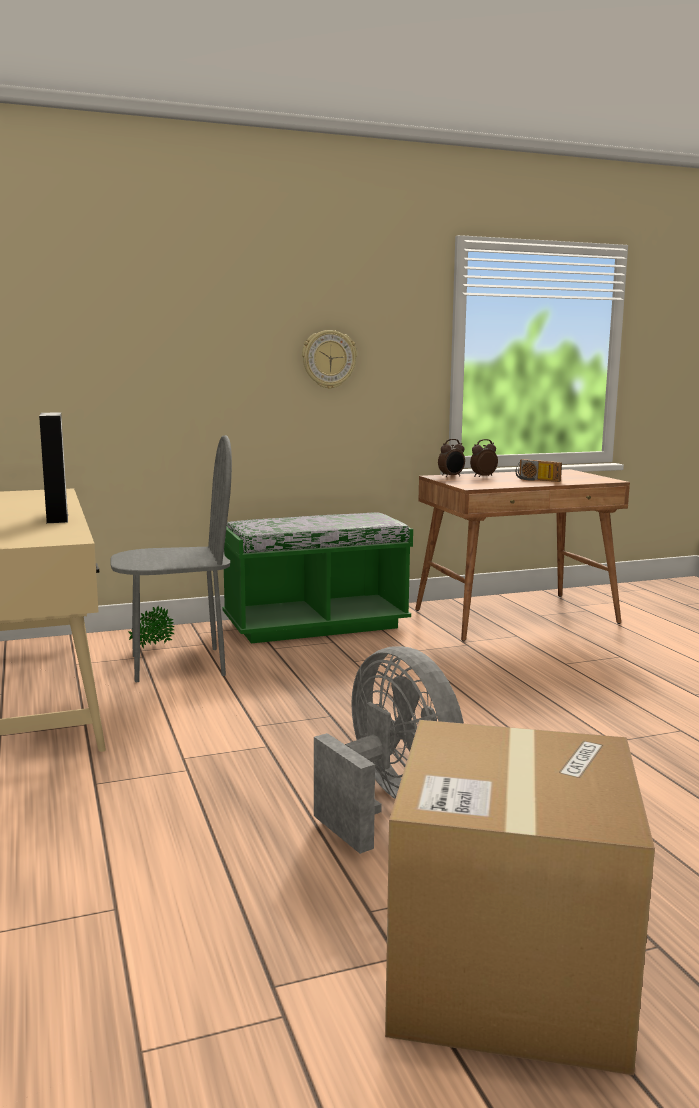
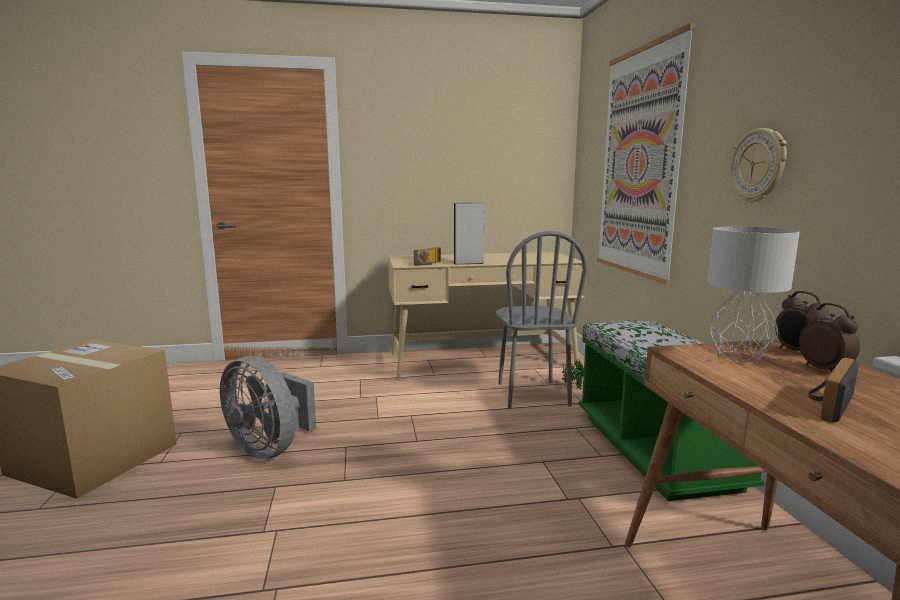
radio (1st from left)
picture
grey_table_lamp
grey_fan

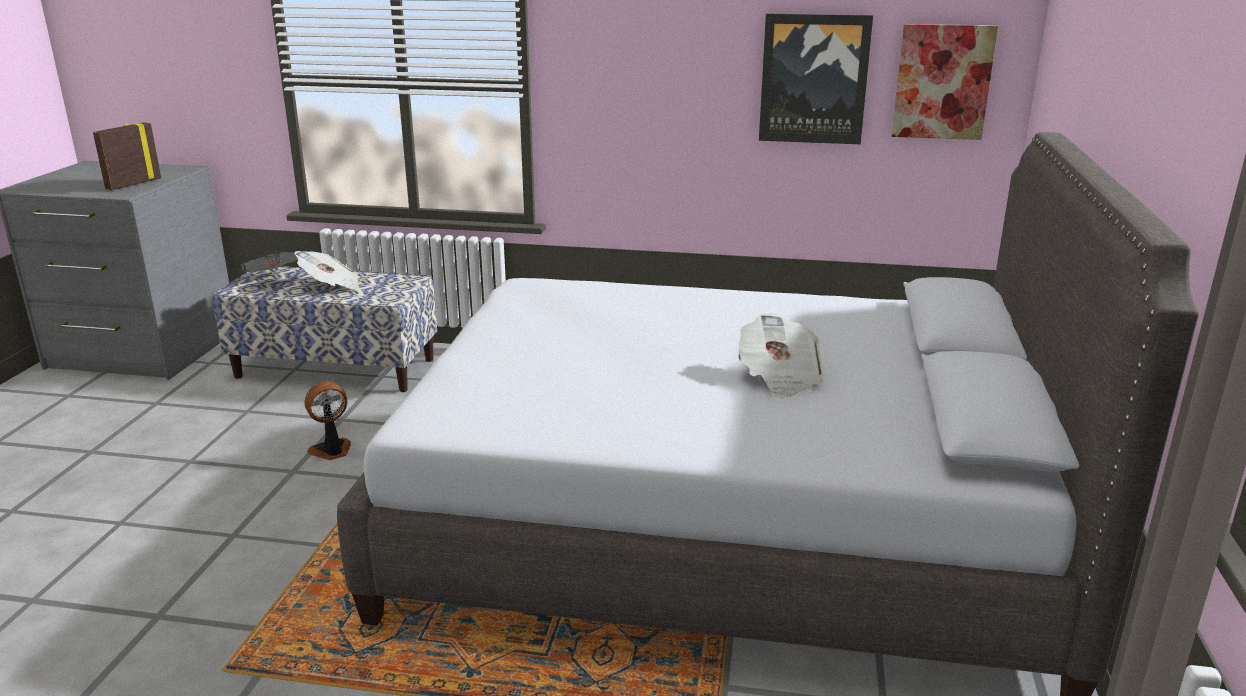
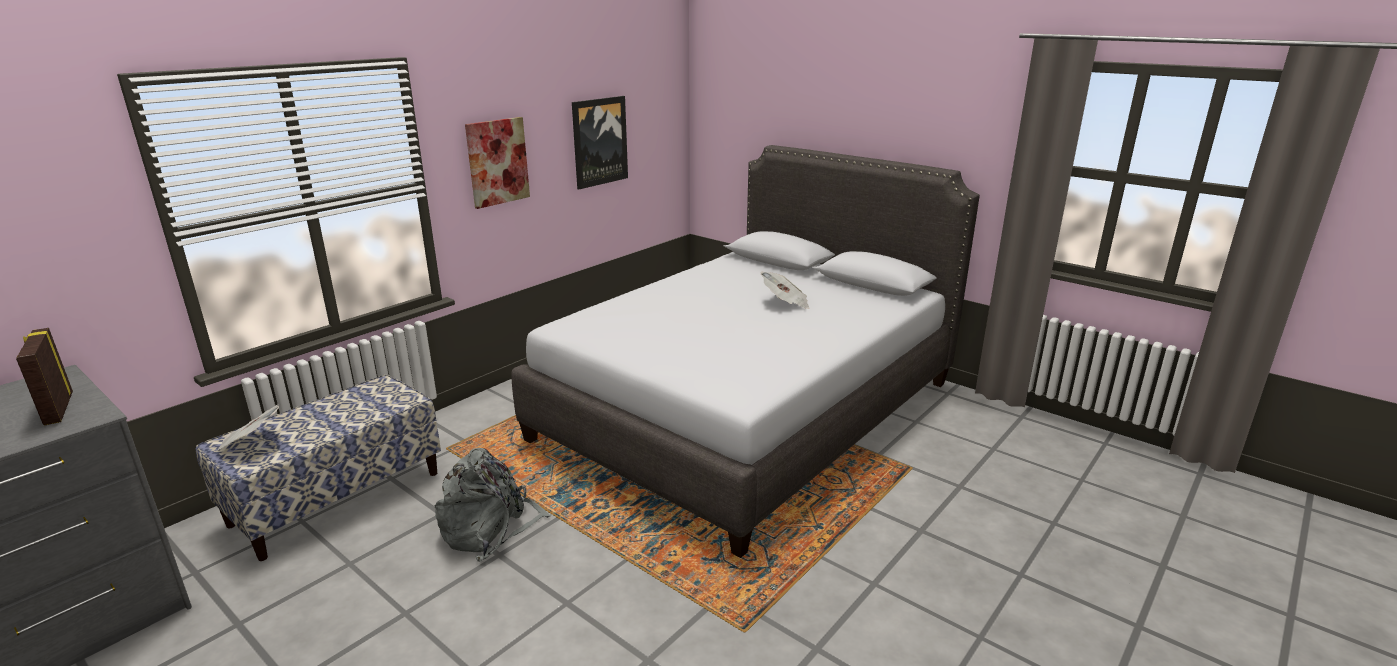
newspaper (2nd from left in the first image)
picture (1st from left)
grey_backpack

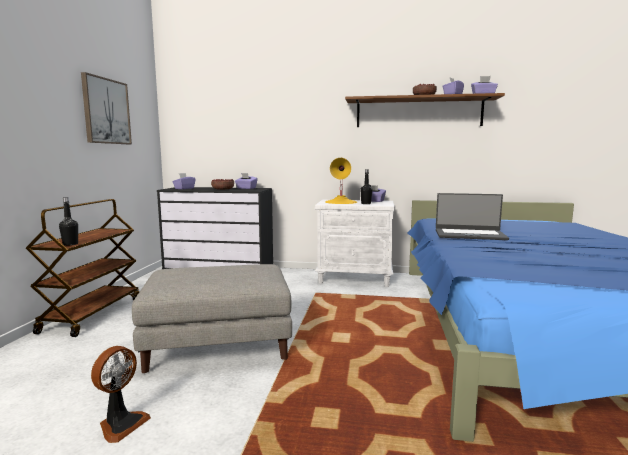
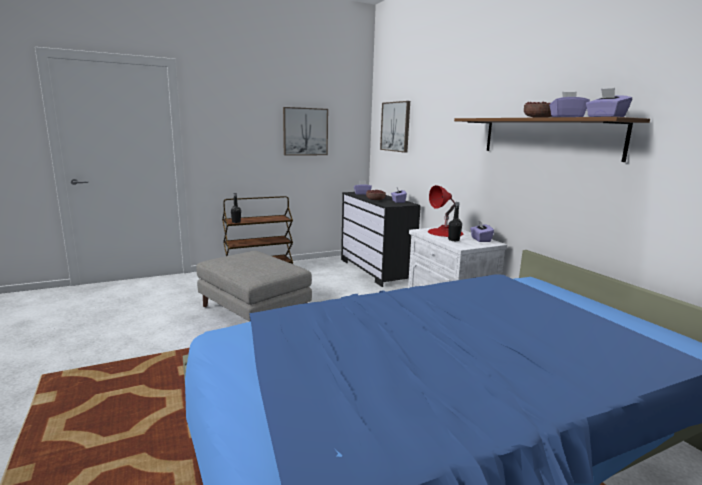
fan
laptop
picture (2nd from left)
red_table_lamp

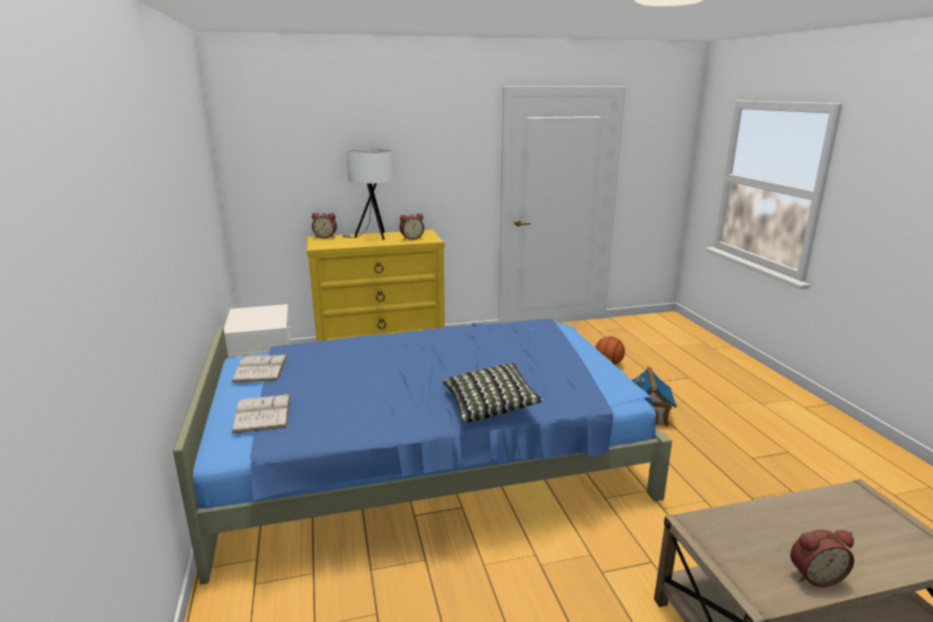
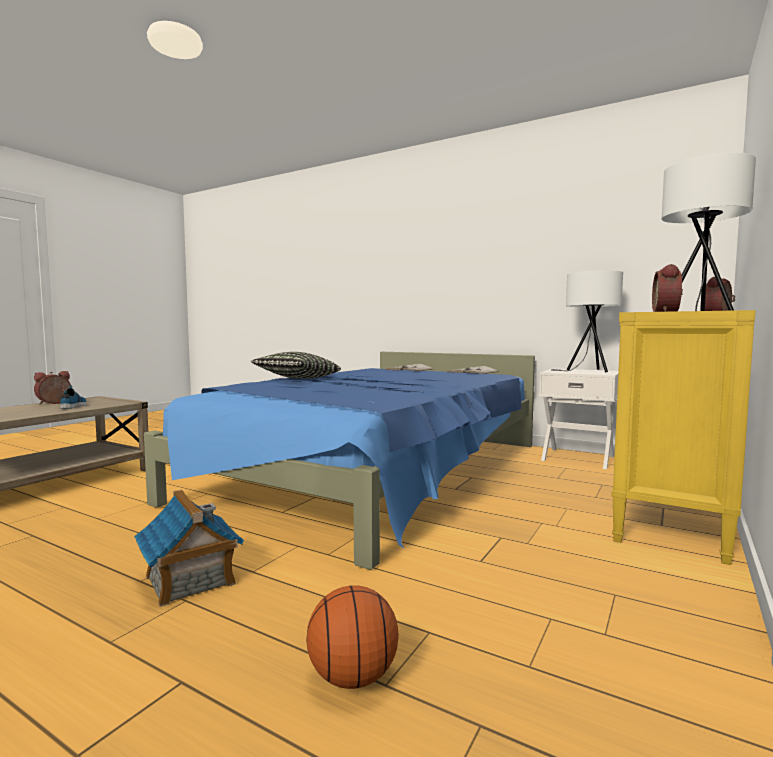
shoe
white_table_lamp (1st from left)

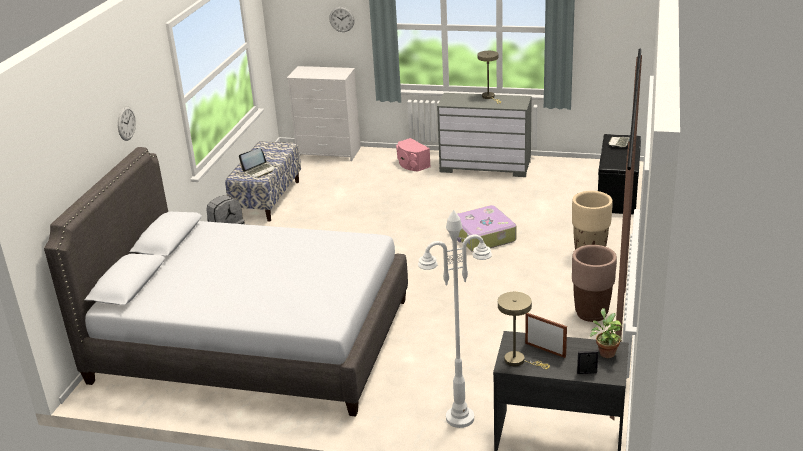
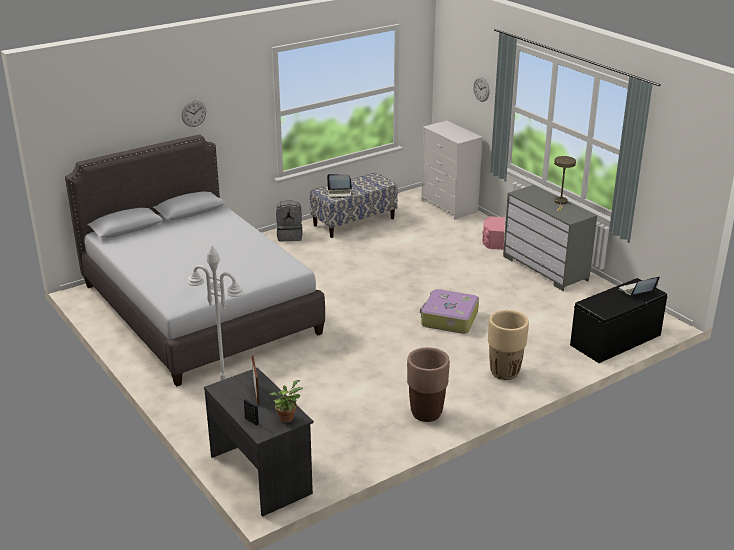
beige_table_lamp (2nd from left in the first image)

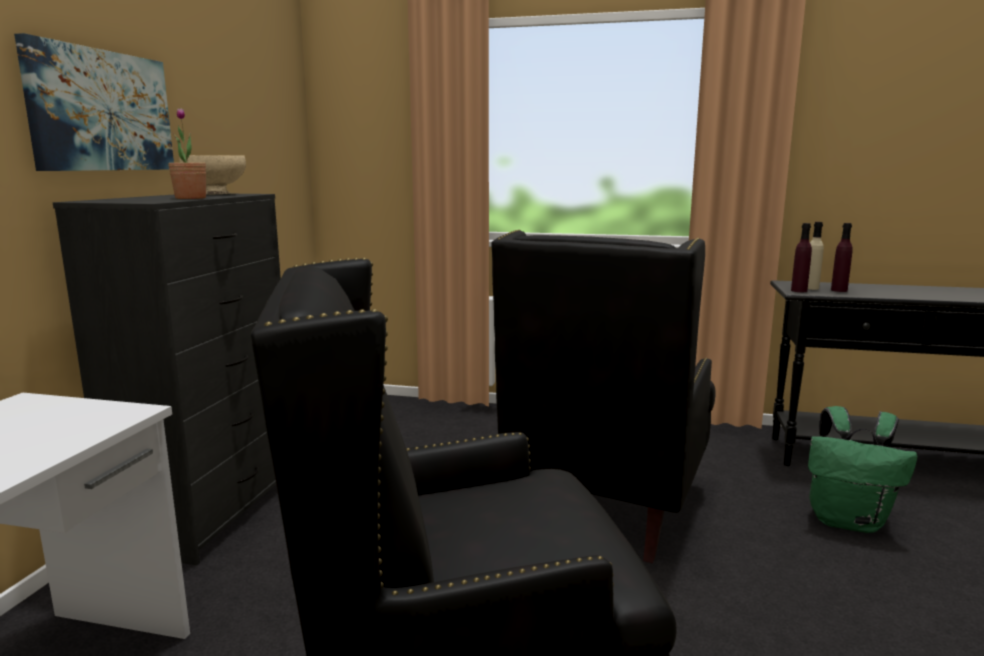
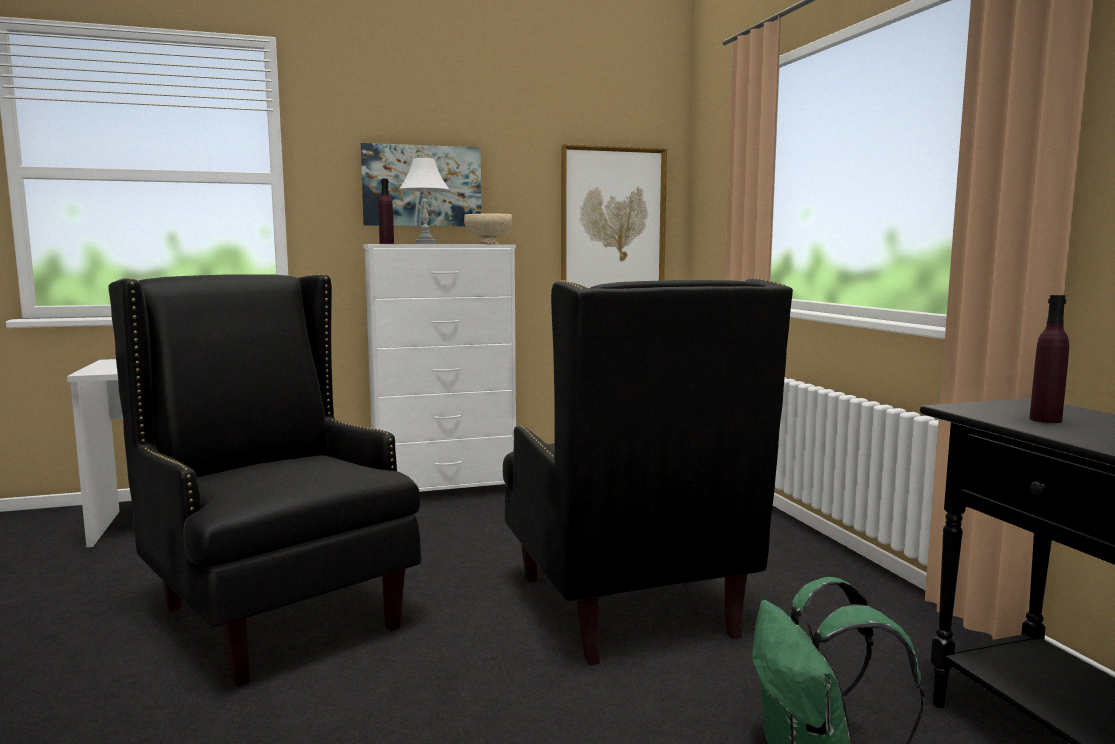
beige_bottle
picture (2nd from left)
purple_bottle (1st from left)
white_table_lamp
white_dresser
black_armchair (2nd from left)

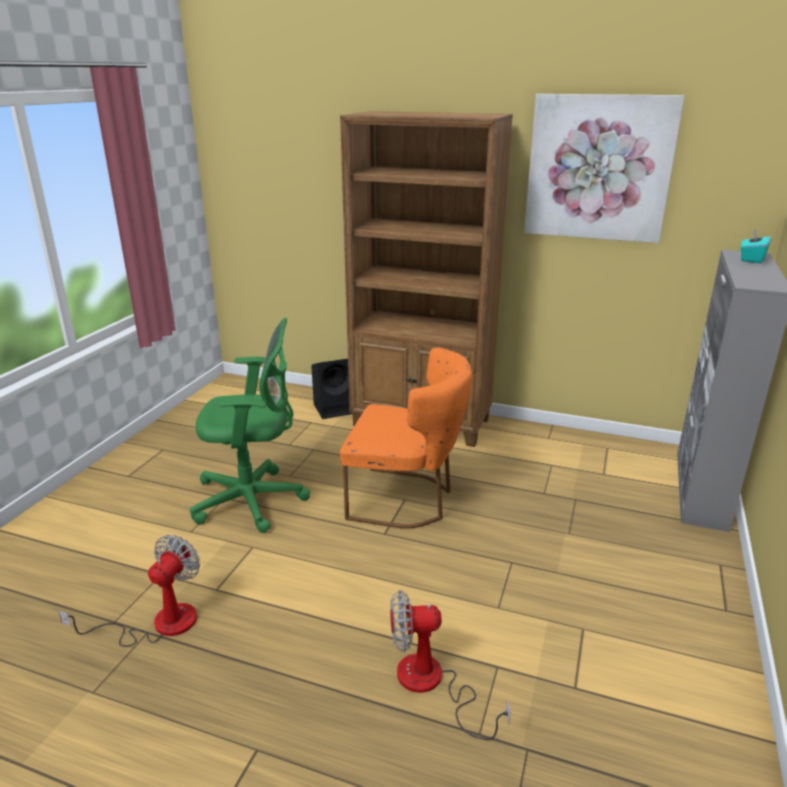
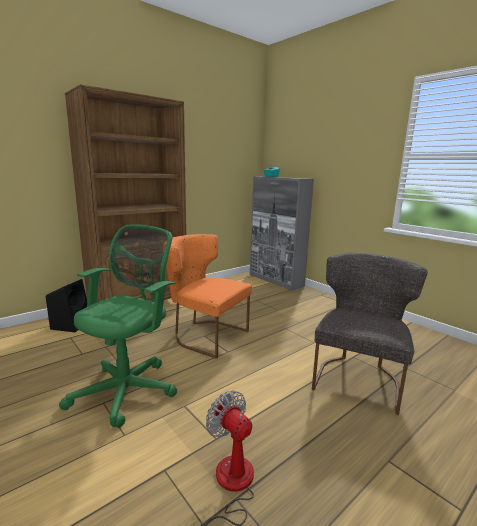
picture
grey_chair
orange_chair

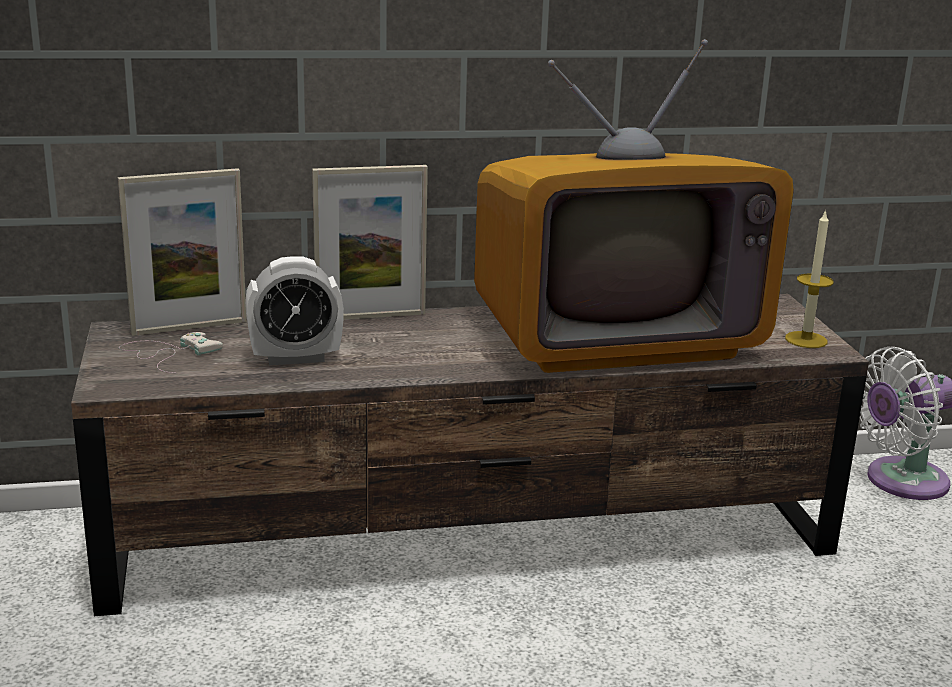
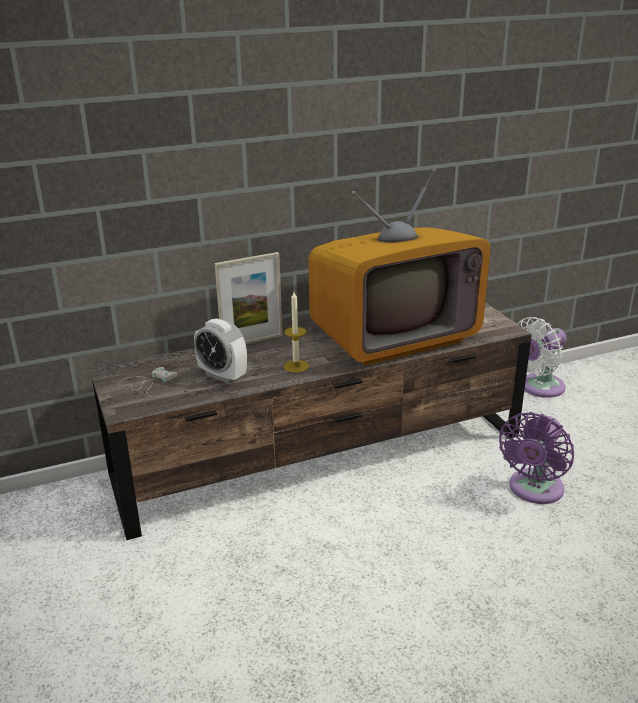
picture_frame (1st from left in the first image)
purple_fan
candle
alarm_clock

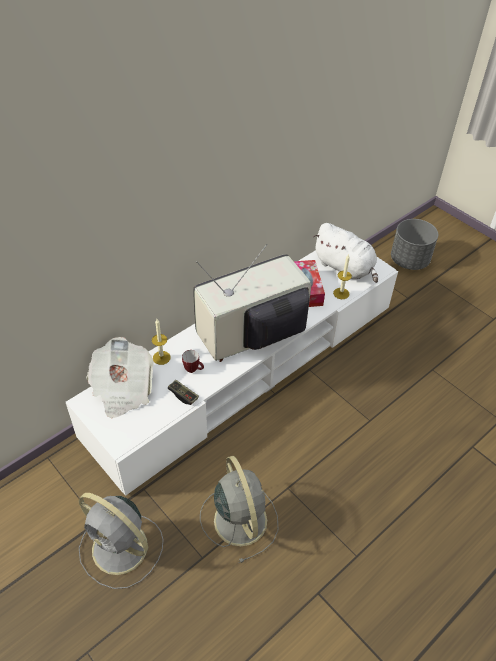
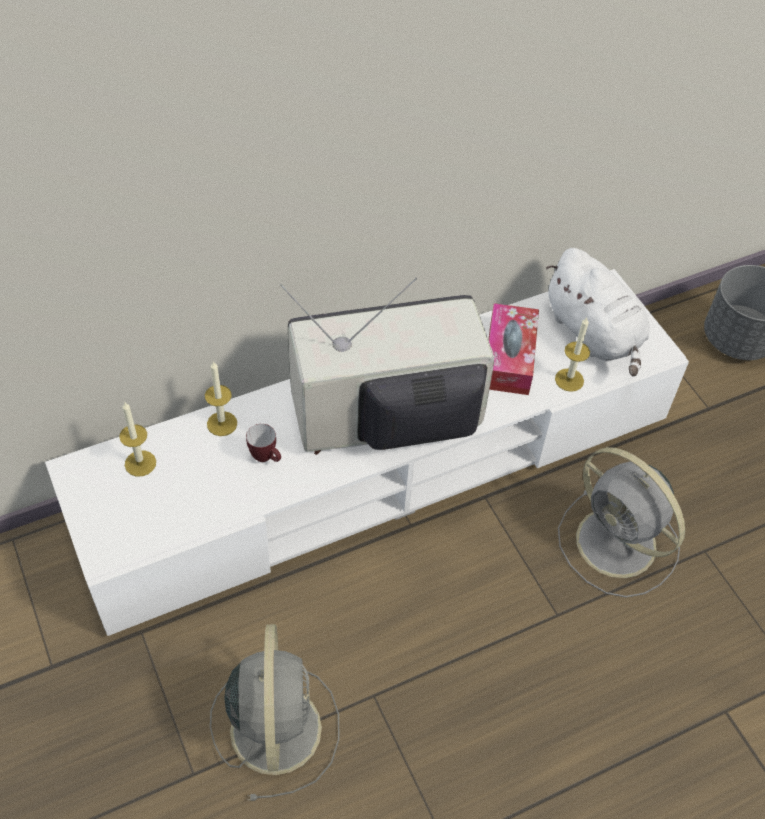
game_controller
grey_fan (2nd from left)
candle (1st from left)

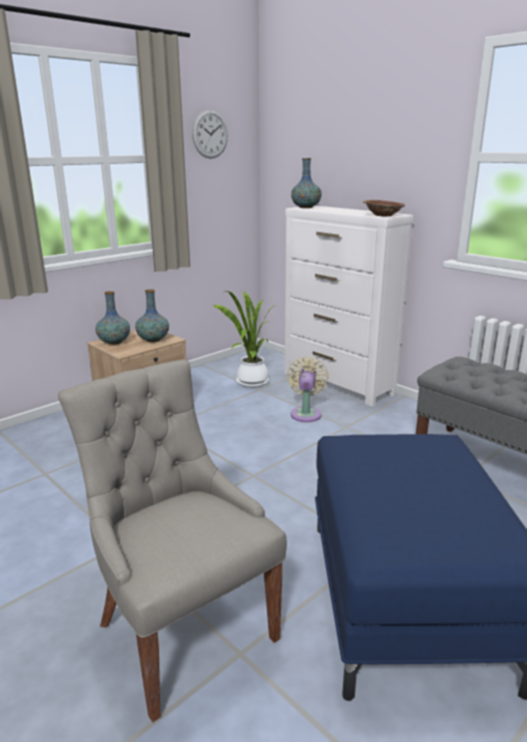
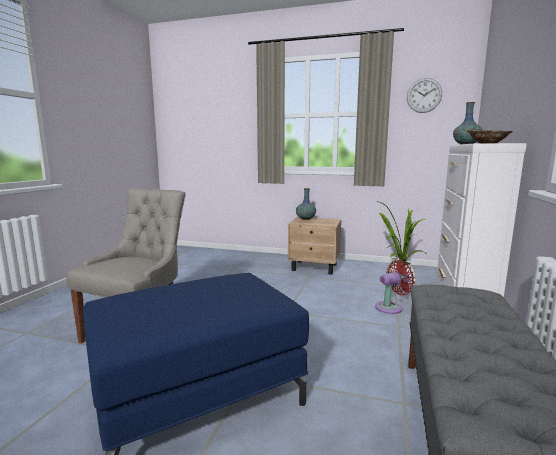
vase (2nd from left in the first image)
red_fan

